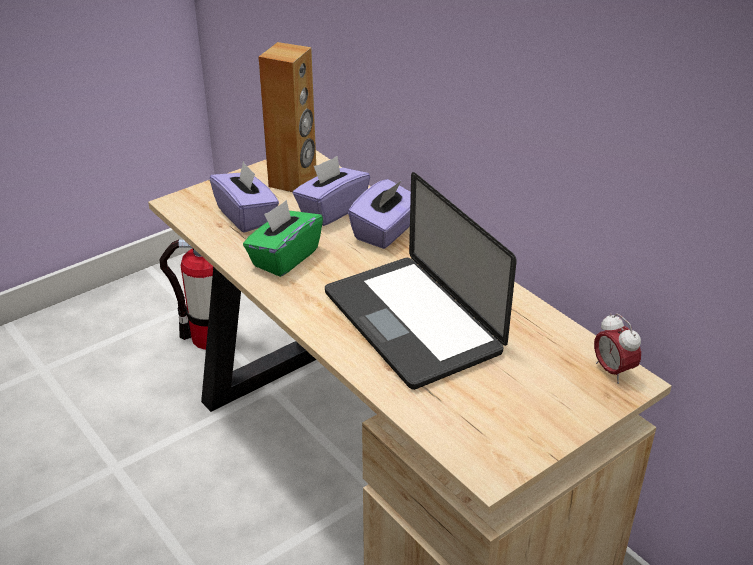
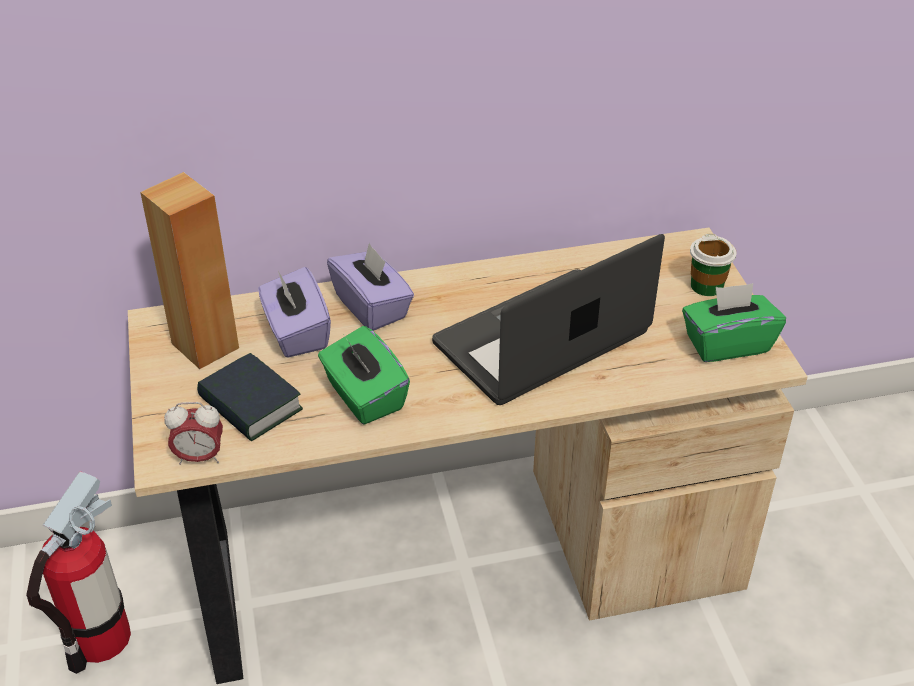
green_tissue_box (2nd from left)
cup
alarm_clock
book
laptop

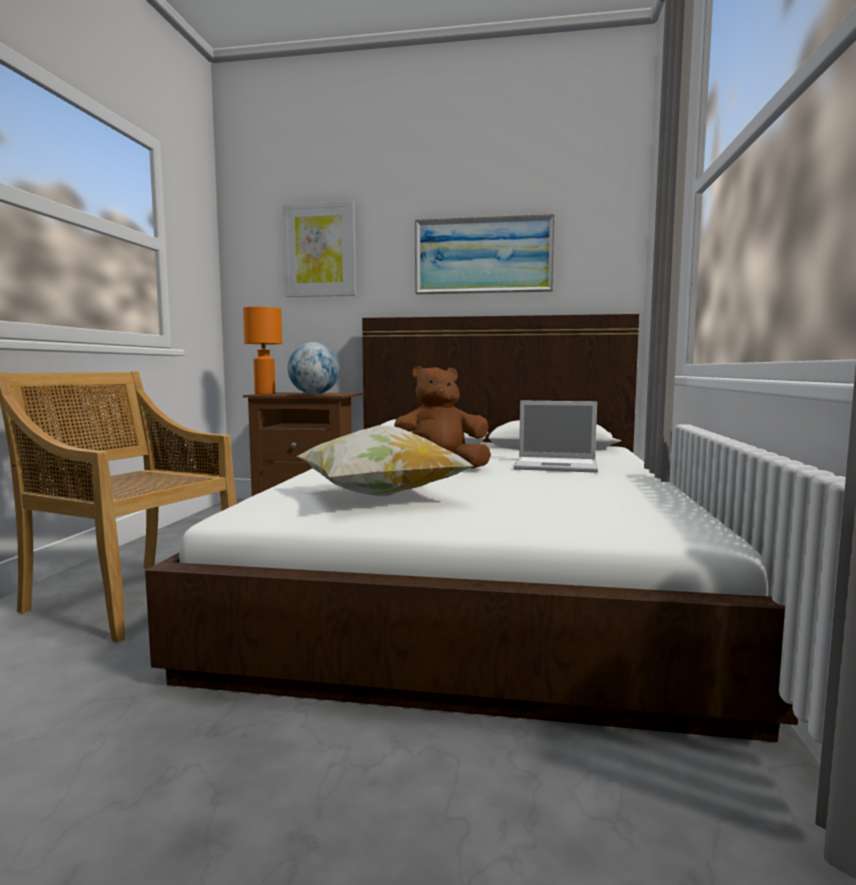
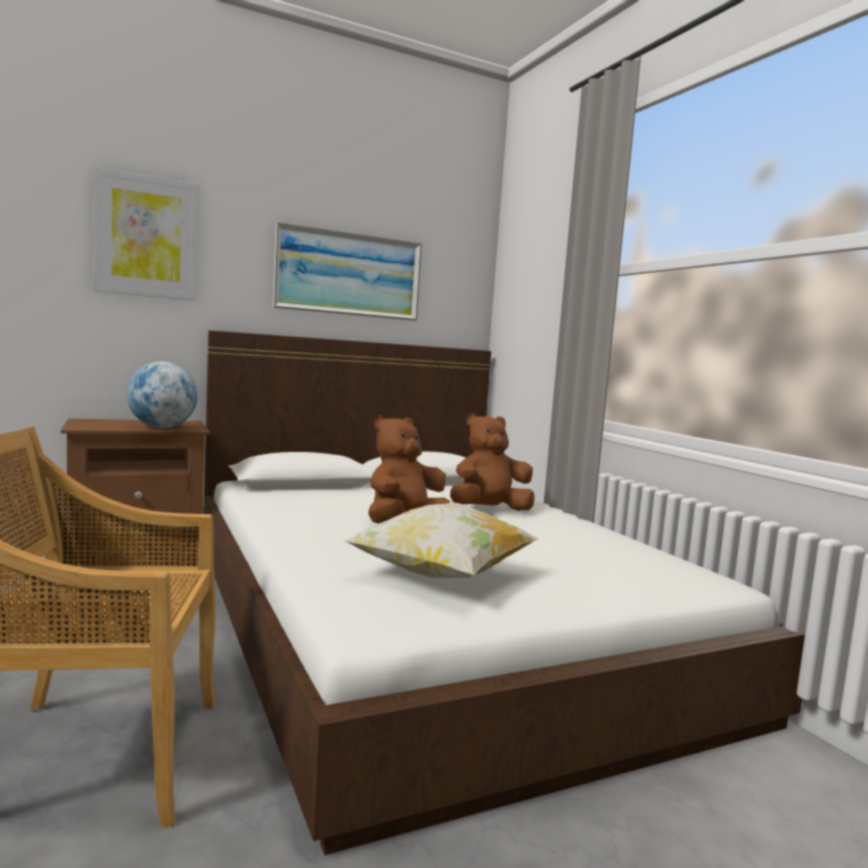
orange_table_lamp
brown_plush_toy (2nd from left)

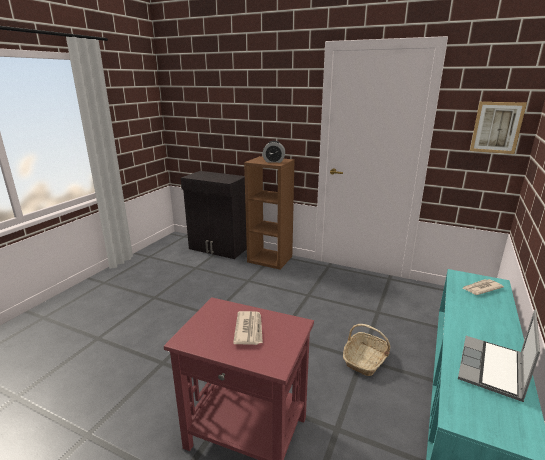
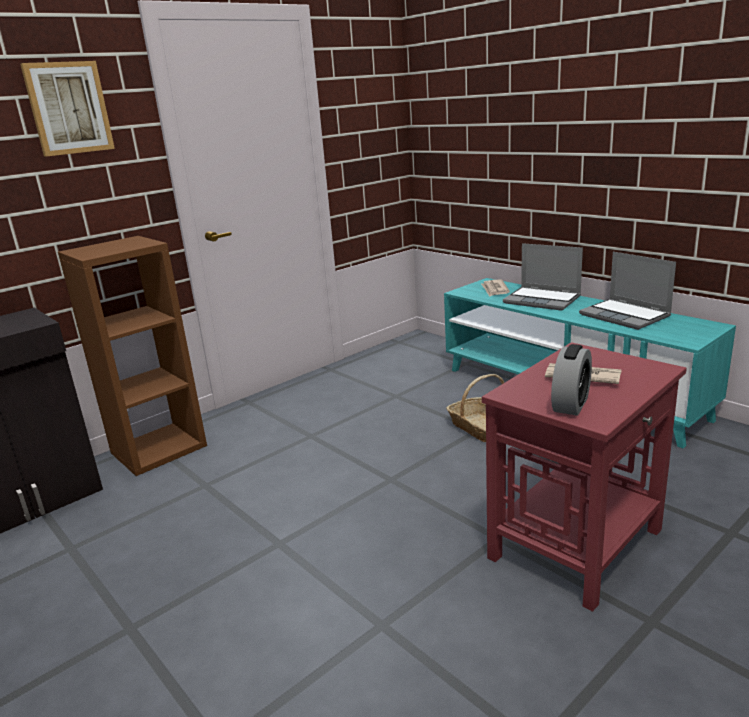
laptop (1st from left)
alarm_clock
picture

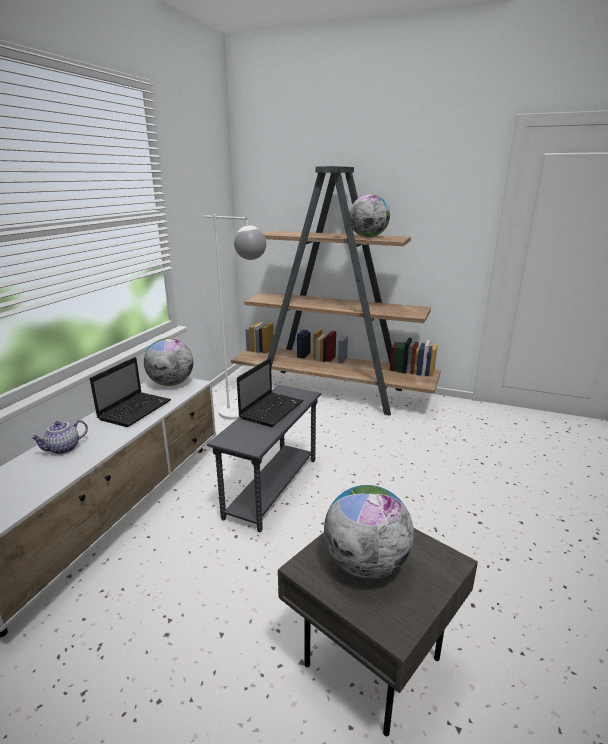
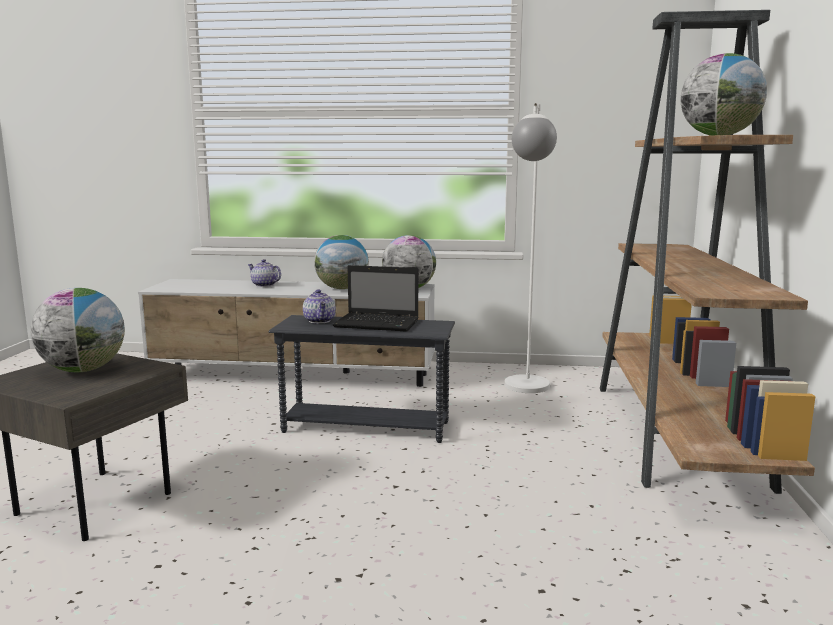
teapot (2nd from left)
globe (2nd from left)

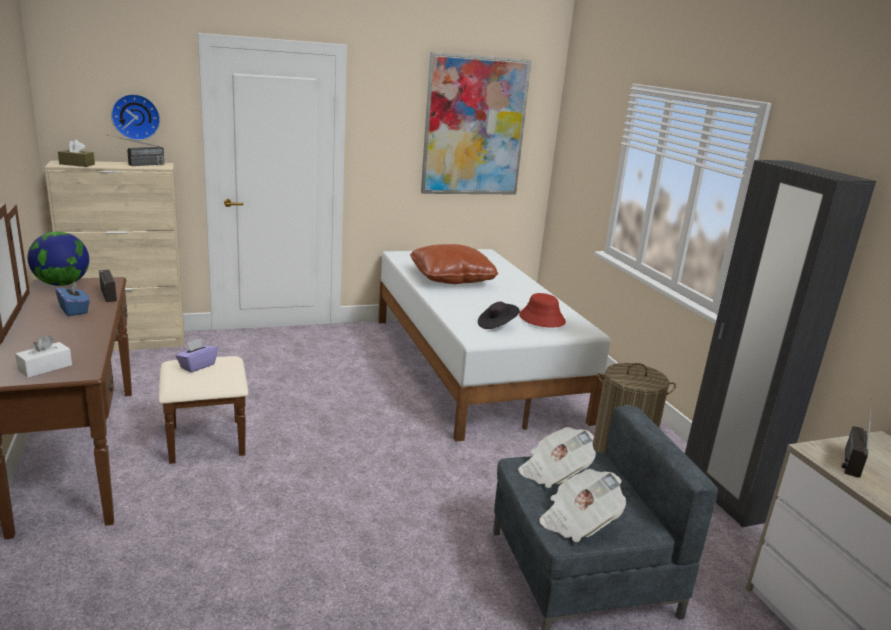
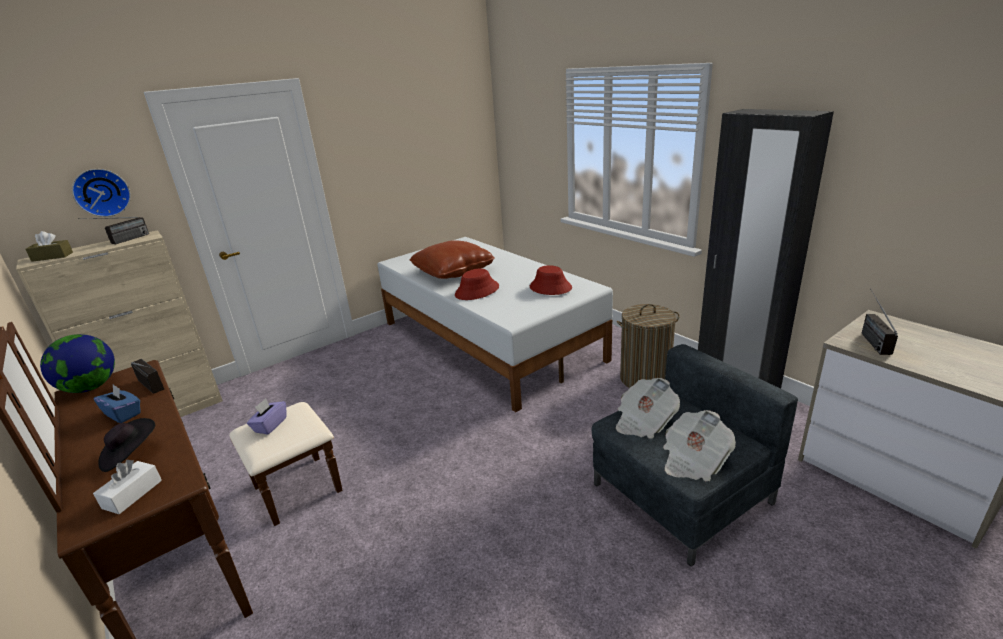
picture
red_hat (1st from left)
black_hat

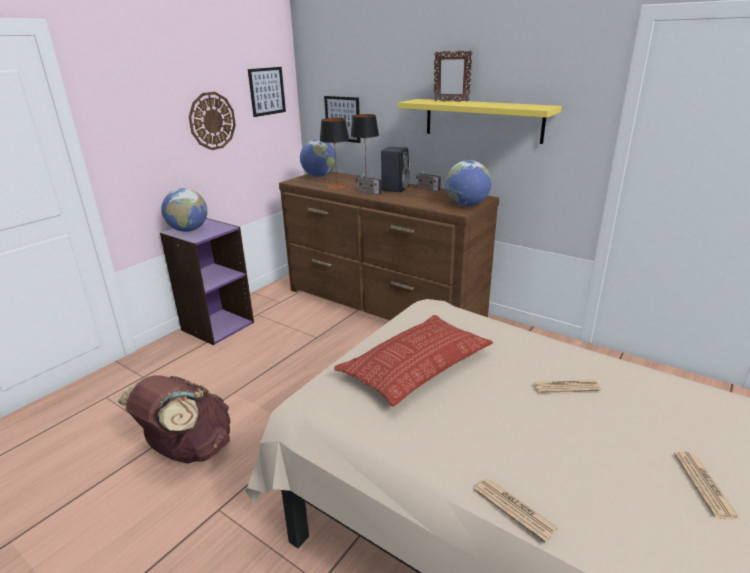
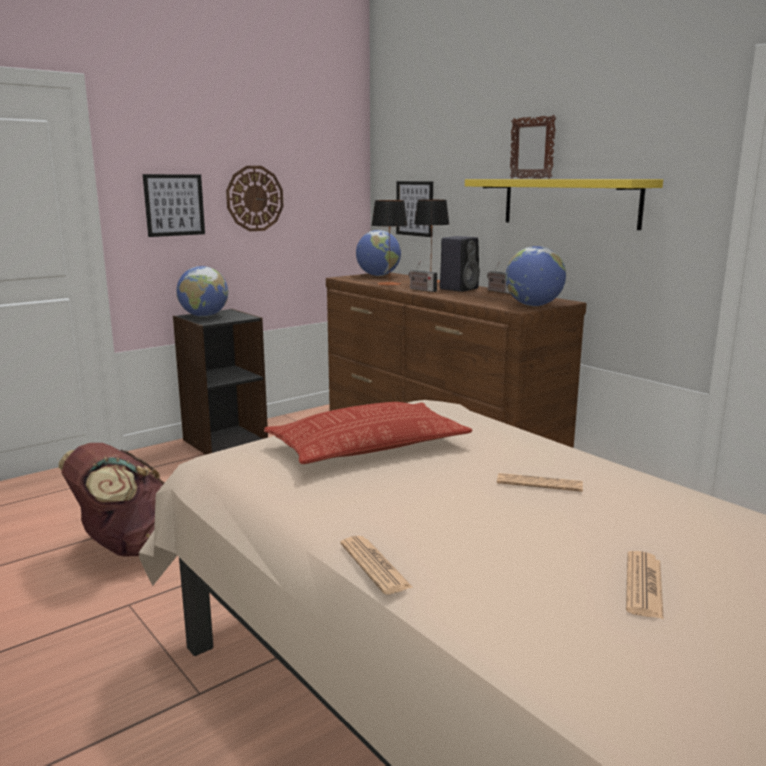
picture (1st from left)
black_bookcase

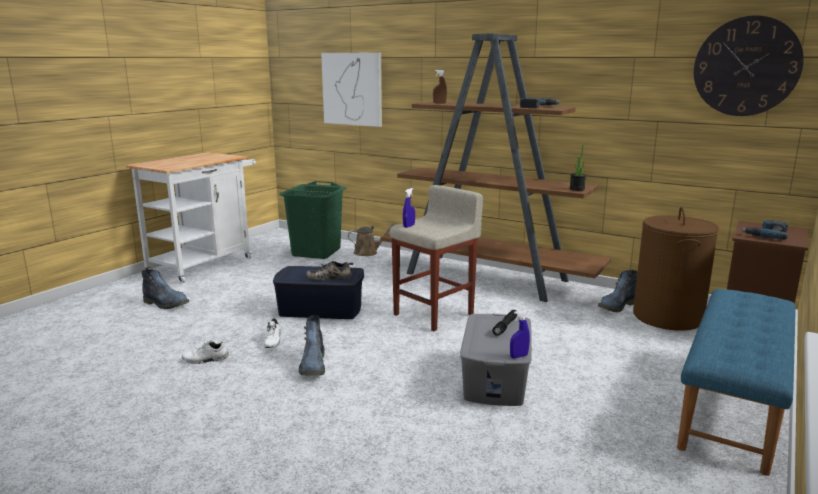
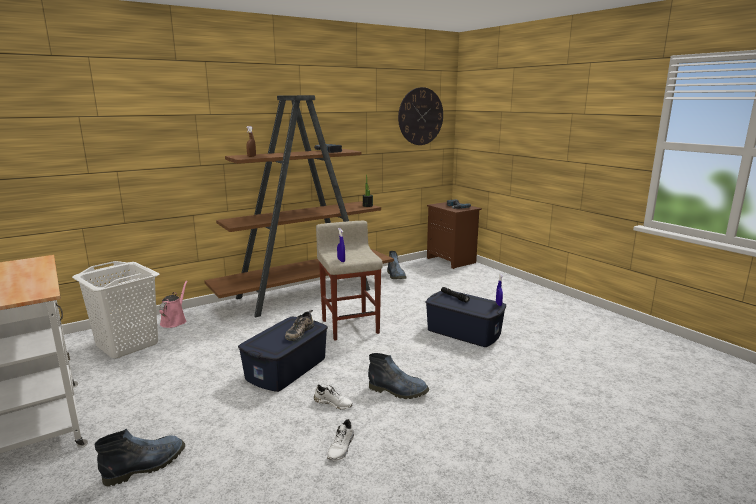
picture
brown_laundry_basket
blue_bench
white_laundry_basket
pink_watering_can
blue_storage_box (2nd from left)

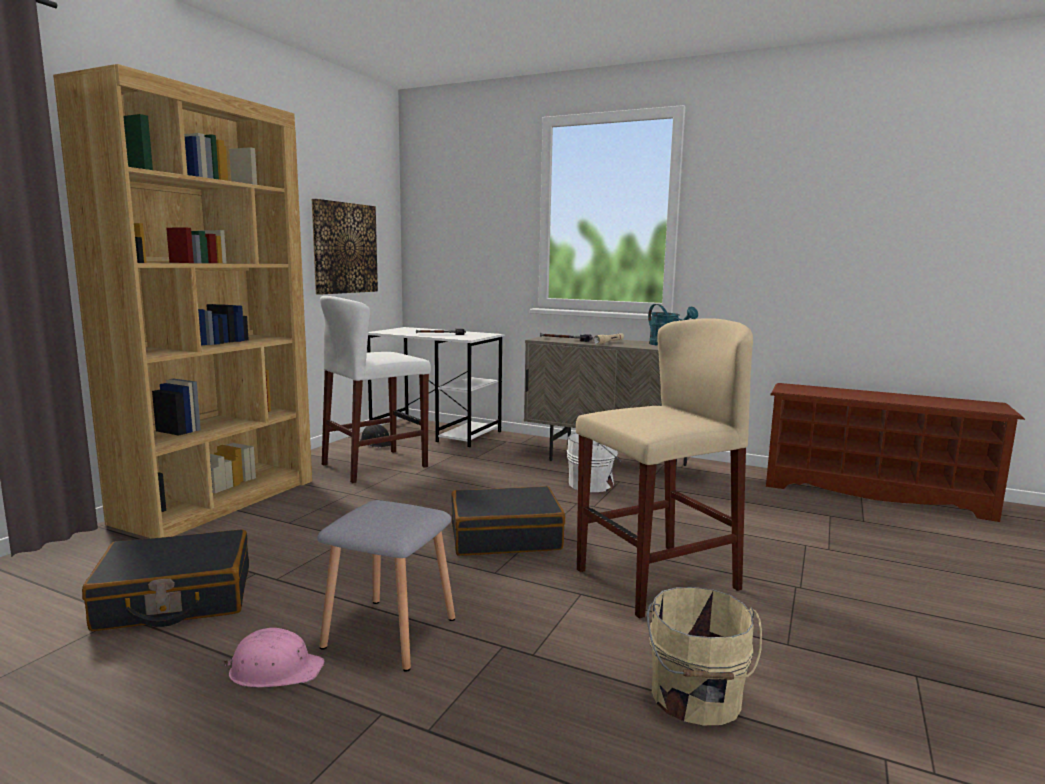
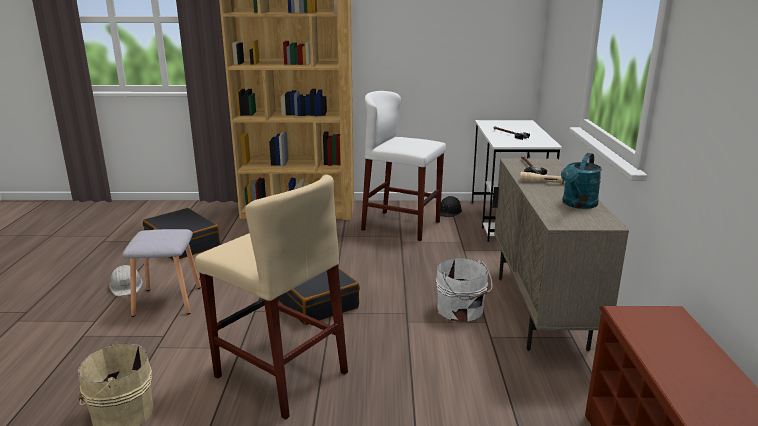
picture
white_hard_hat

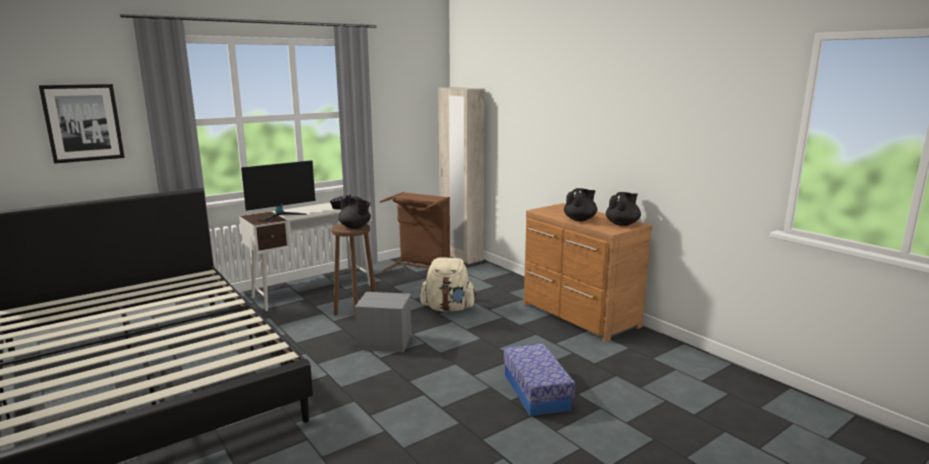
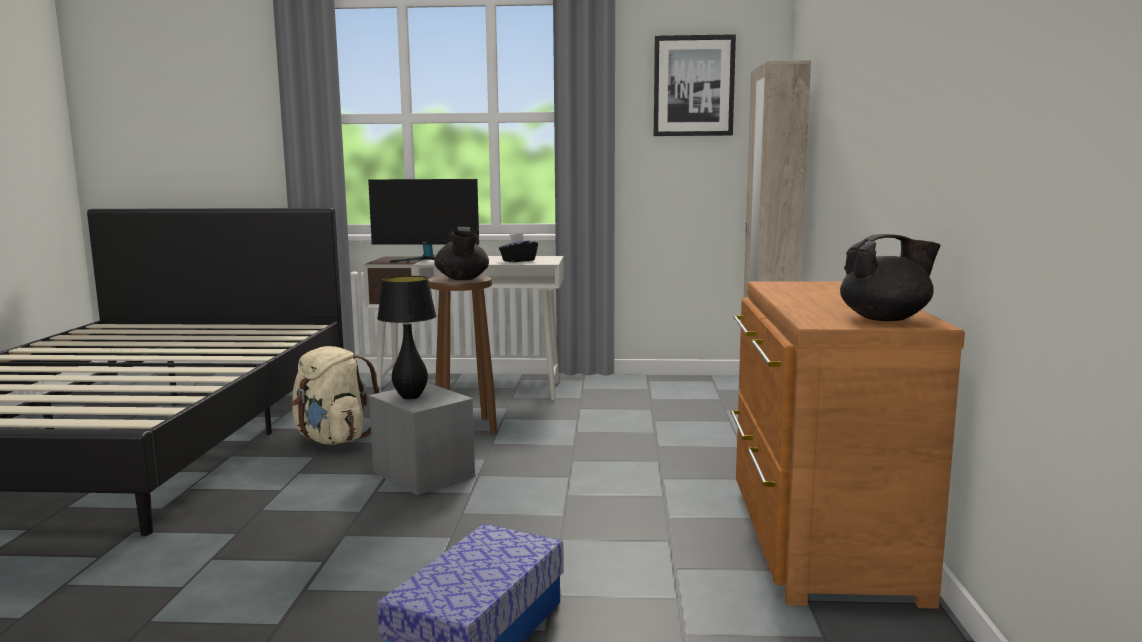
brown_laundry_basket
black_teapot (2nd from left in the first image)
black_table_lamp
picture
beige_backpack

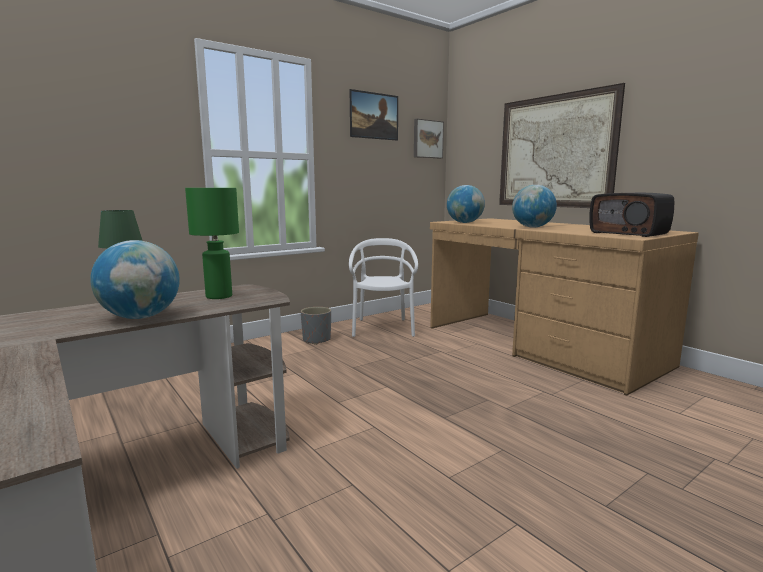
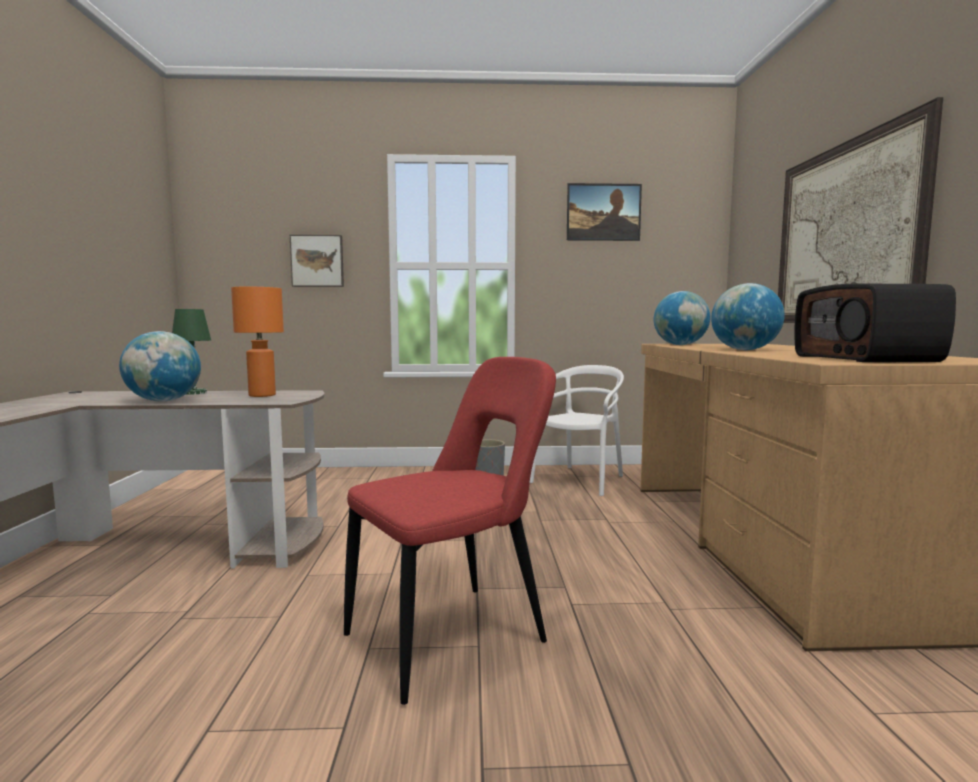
red_chair
picture (1st from left)
orange_table_lamp

